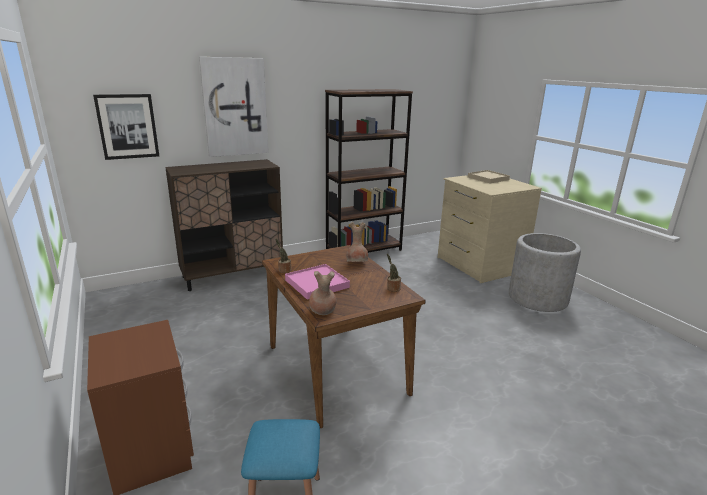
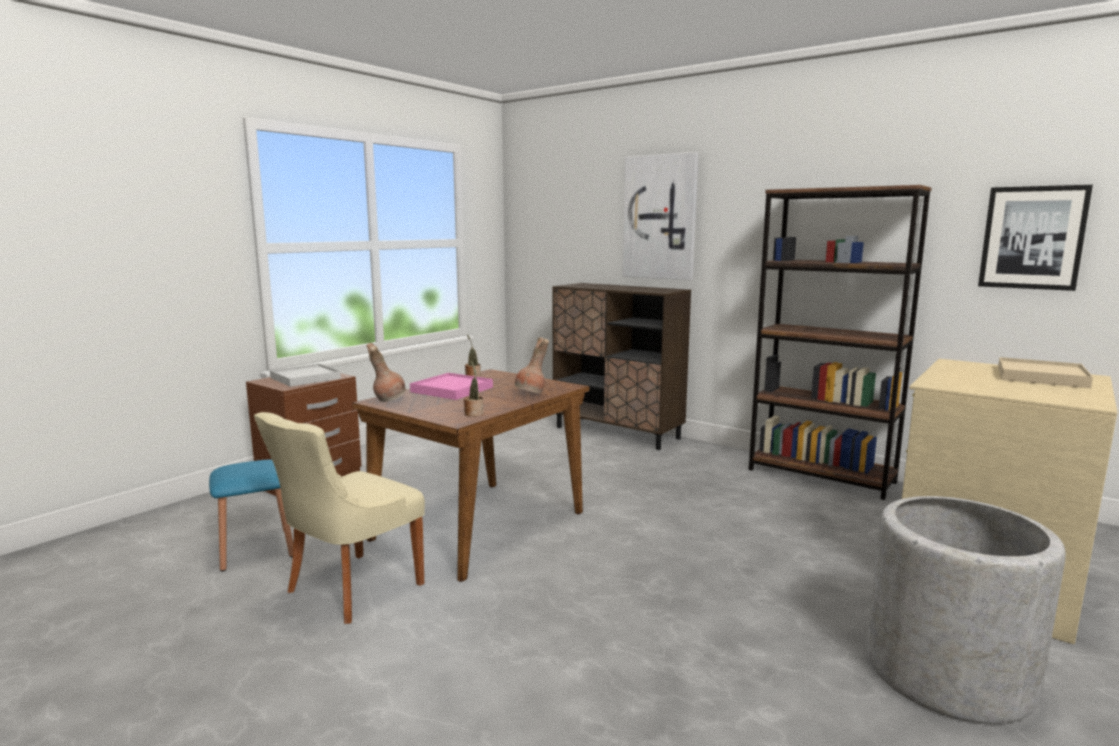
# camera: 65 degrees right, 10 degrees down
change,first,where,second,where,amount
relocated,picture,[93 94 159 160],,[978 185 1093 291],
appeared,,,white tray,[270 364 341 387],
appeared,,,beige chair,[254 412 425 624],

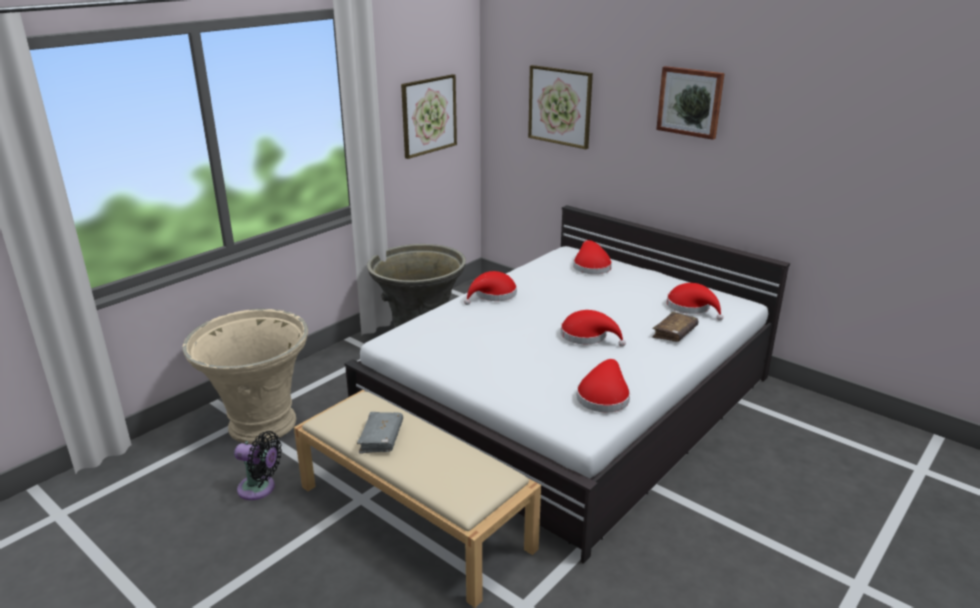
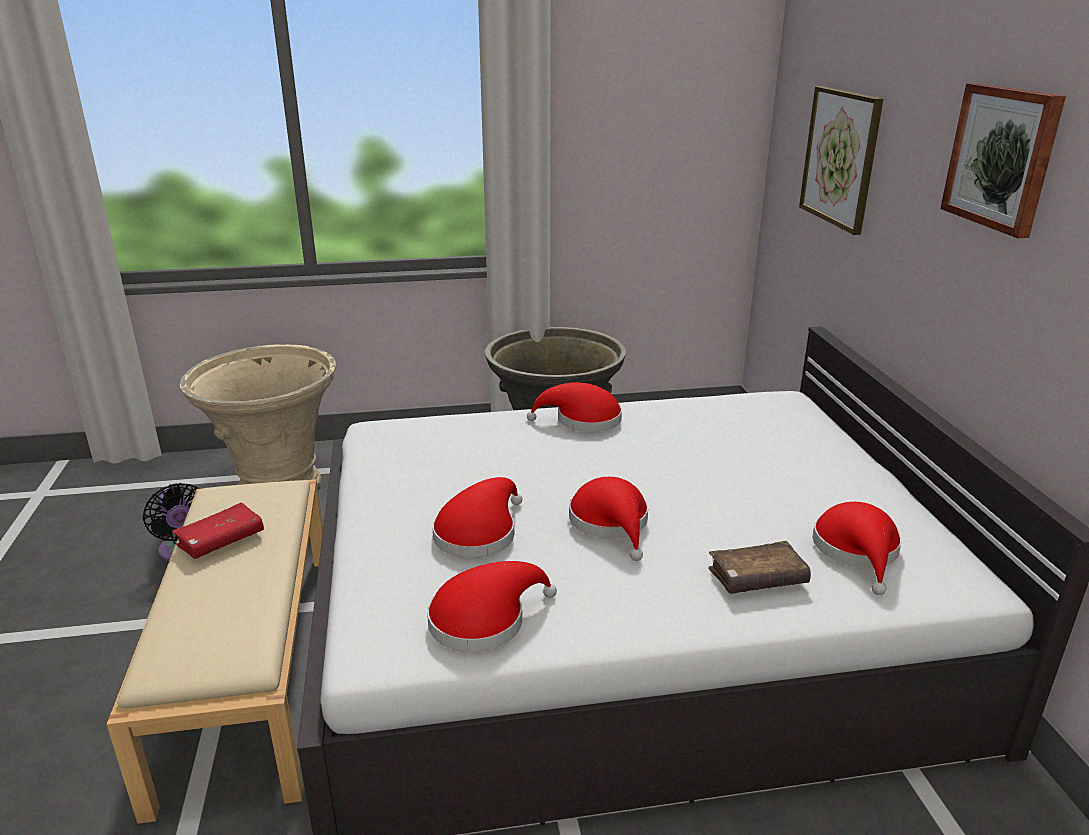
# camera: 40 degrees right, 0 degrees up
change,first,where,second,where,amount
missing,picture,[401 74 457 159],,,
relocated,red hat,[573 240 612 274],,[433 477 522 558],
colour,grey book,[357 412 403 453],red book,[172 502 264 559],

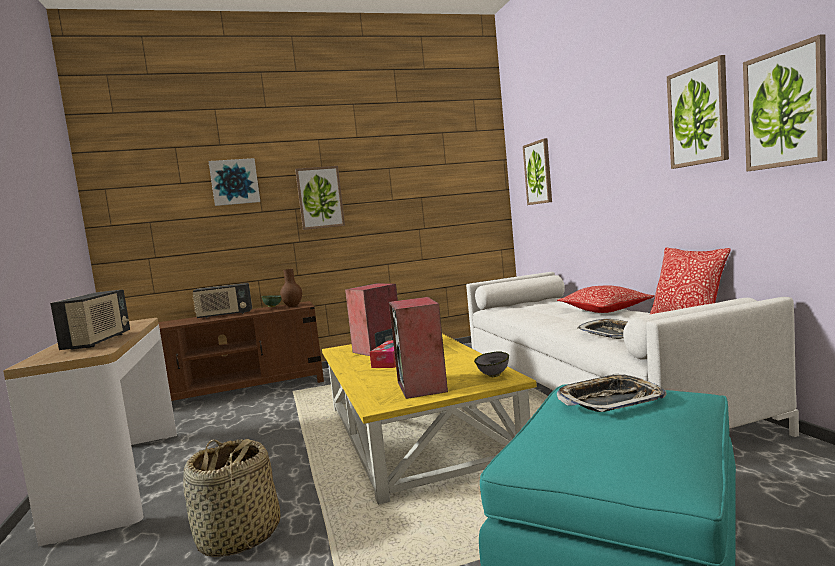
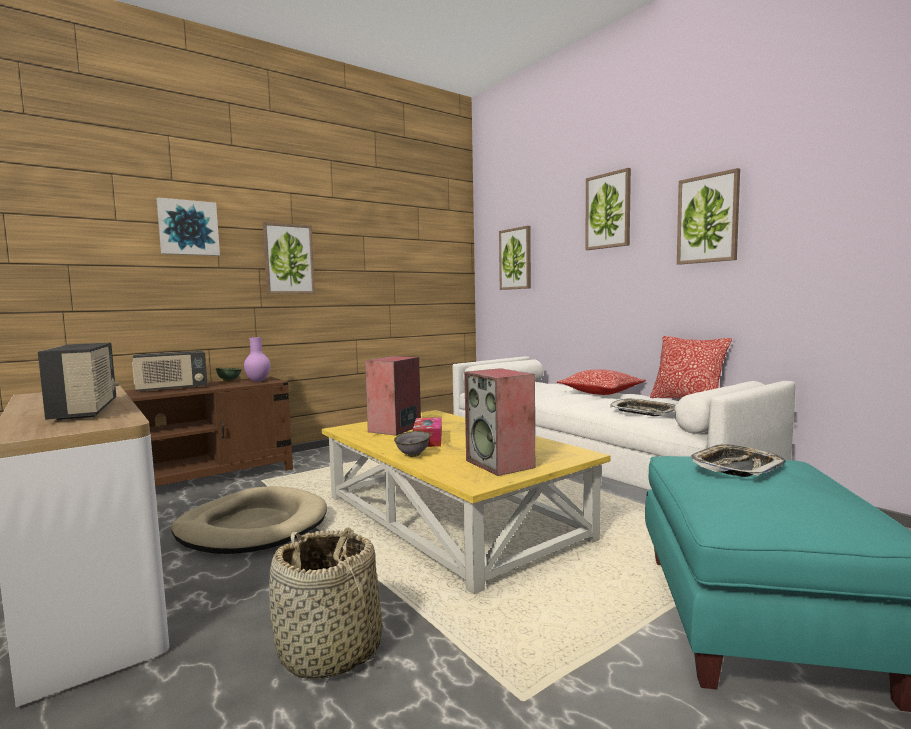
# camera: 20 degrees left, 0 degrees up
change,first,where,second,where,amount
relocated,picture,[743 34 827 171],,[585 168 631 250],
colour,brown vase,[280 269 302 307],purple vase,[244 337 271 382],
relocated,grey bowl,[474 351 509 377],,[394 431 430 457],
appeared,,,beige dog bed,[171 486 327 554],

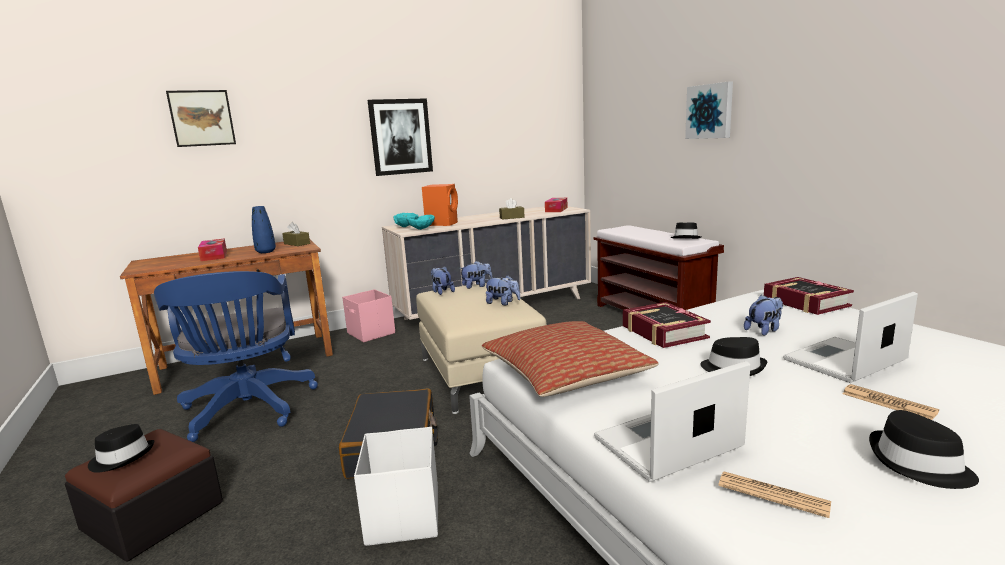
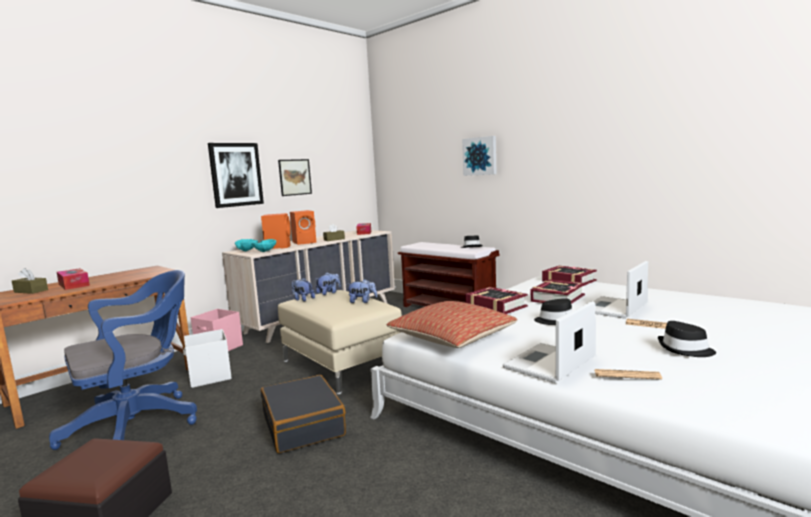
# camera: 20 degrees left, 5 degrees down
change,first,where,second,where,amount
relocated,picture,[166 90 236 147],,[278 159 312 196],
missing,blue vase,[252 206 276 253],,,
relocated,brown tissue box,[282 222 310 246],,[12 268 48 294],
spun,blue office chair,[154 271 318 442],,[49 270 197 450],90 degrees counterclockwise
exchanged,plush toy,[744 295 783 336],book,[531 280 585 304],
missing,black hat,[88 424 154 473],,,
relocated,white storage box,[354 427 438 546],,[183 329 232 388],
appeared,,,orange speaker,[290 210 317 245],

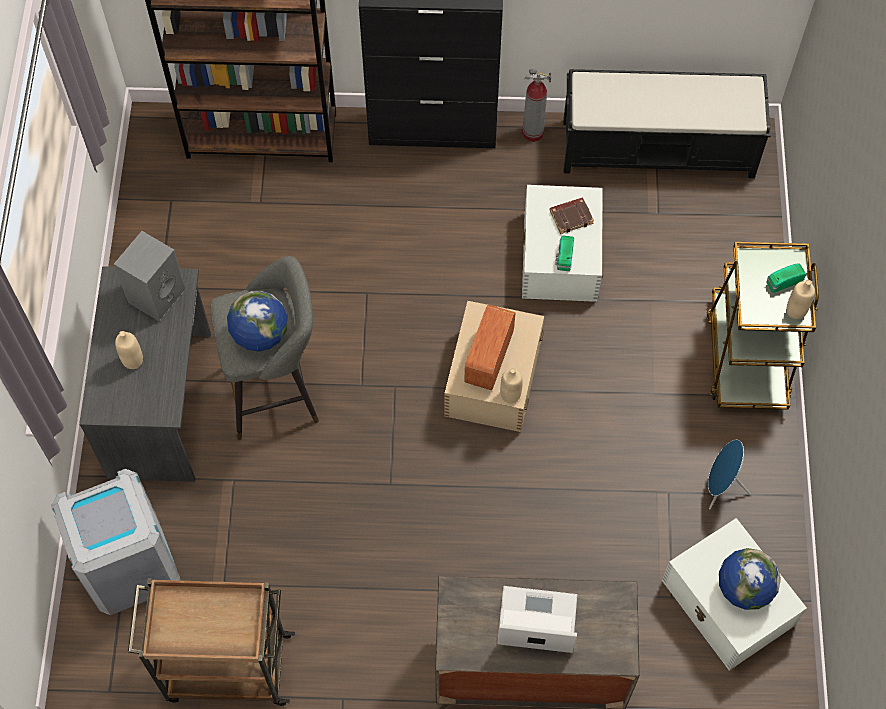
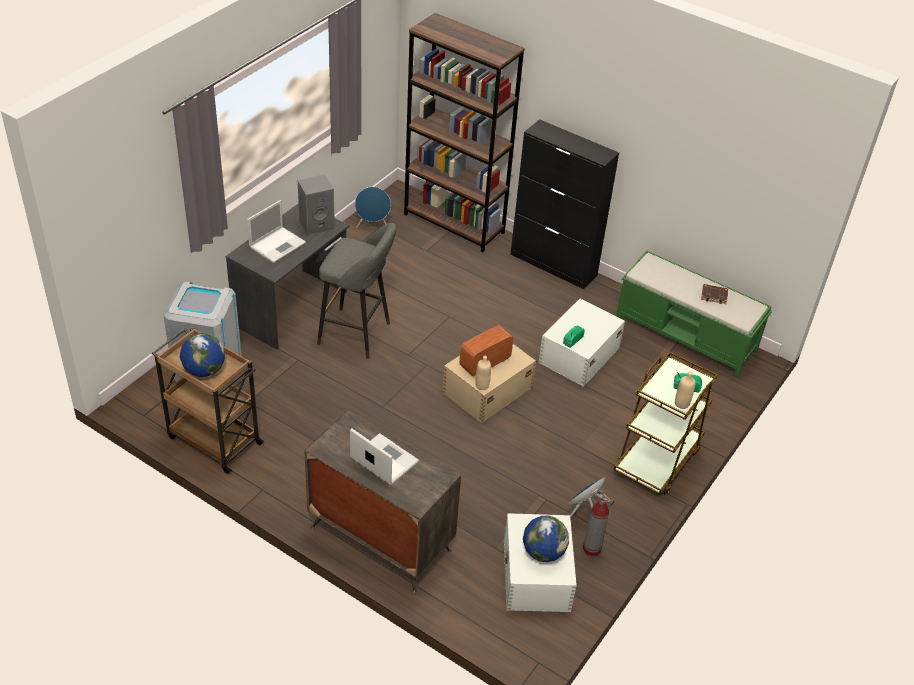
# camera: 30 degrees right, 20 degrees down
change,first,where,second,where,amount
relocated,fire extinguisher,[522 69 551 142],,[583 489 614 556],
colour,black bench,[563 69 771 178],green bench,[616 251 772 378],
relocated,brown book,[550 197 594 234],,[701 284 728 304],
relocated,globe,[227 291 288 351],,[180 333 225 377],
exchanged,beige bottle,[115 331 143 369],laptop,[247 200 306 263],
appeared,,,blue speaker,[355 187 391 227],

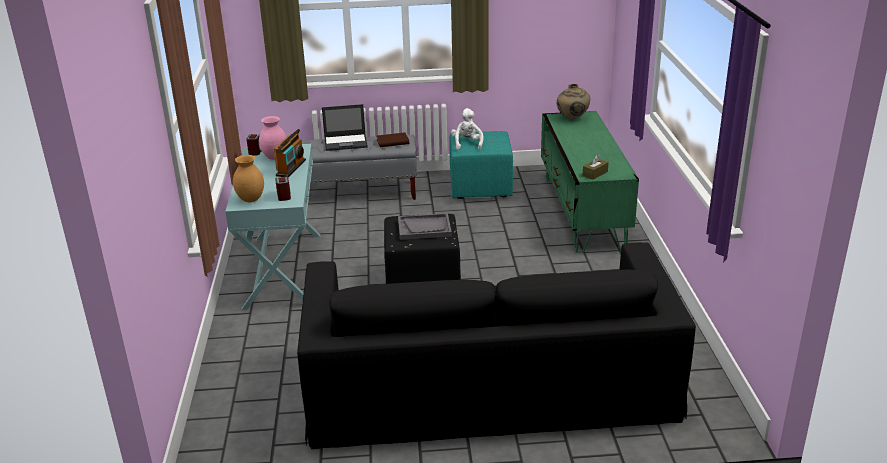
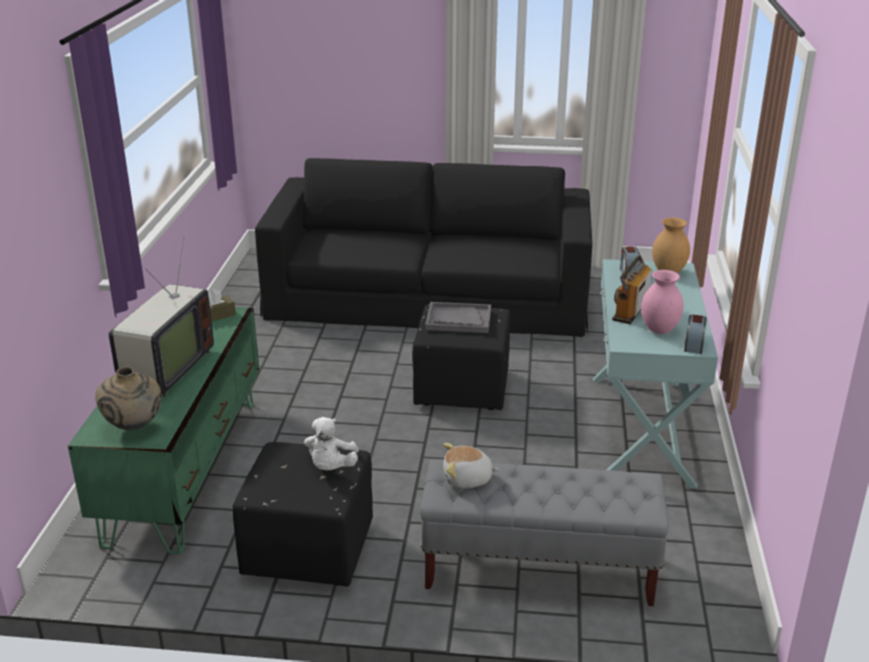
# camera: 170 degrees left, 0 degrees up
change,first,where,second,where,amount
missing,laptop,[322 104 368 151],,,
colour,turquoise ottoman,[449 131 513 199],black ottoman,[233 442 373 586],
exchanged,brown book,[376 132 409 147],plush toy,[443 443 499 488],
appeared,,,television,[109 237 214 397],

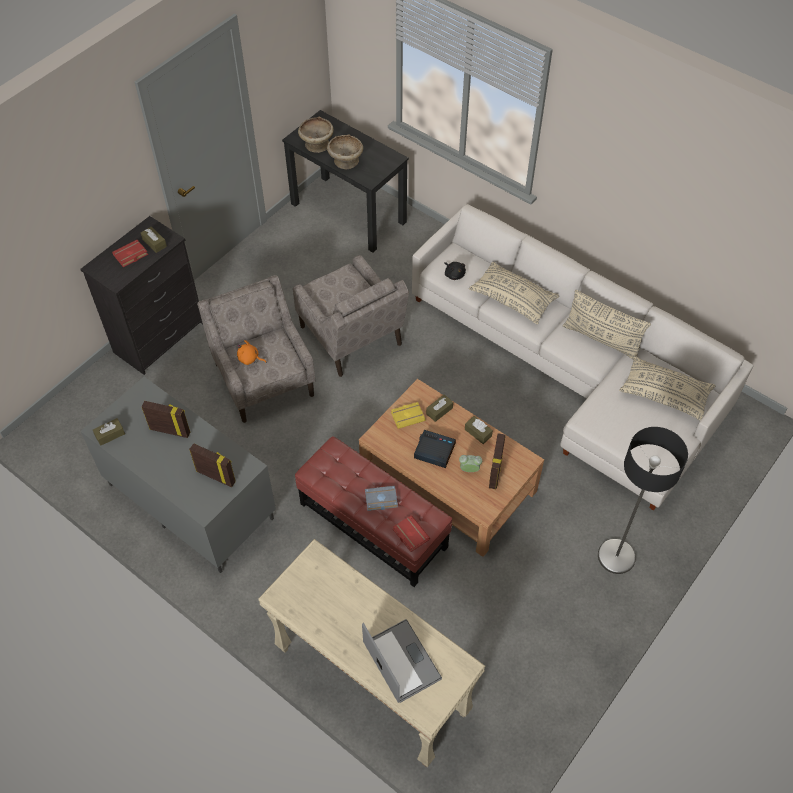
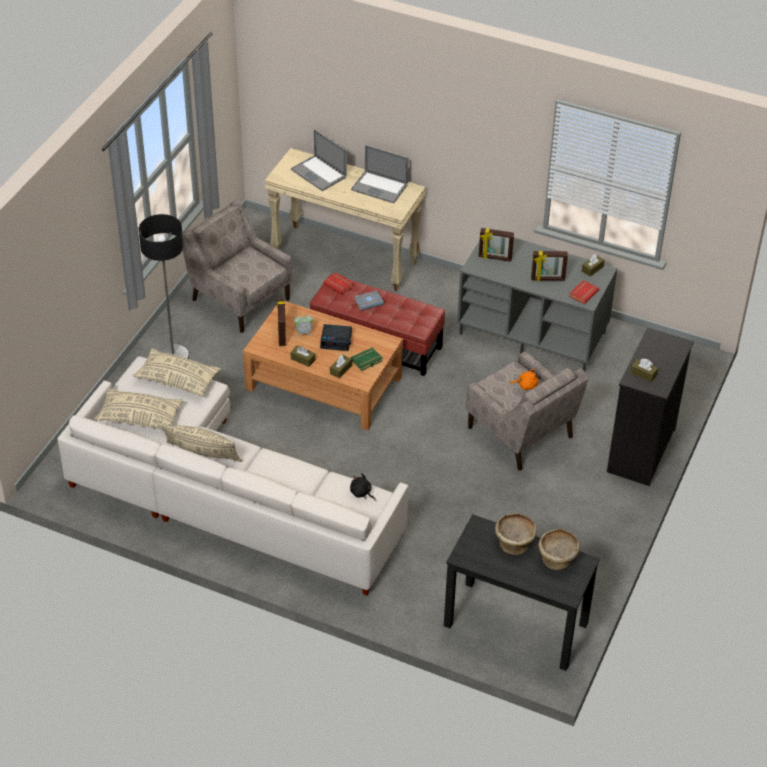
# camera: 165 degrees right, 10 degrees down
change,first,where,second,where,amount
relocated,red book,[112 240 148 267],,[569 280 599 304],
relocated,beige armchair,[293 255 409 377],,[183 200 292 333],
relocated,beige pillow,[469 261 559 324],,[133 348 221 397],
colour,yellow book,[391 402 425 429],green book,[351 347 383 371],
appeared,,,laptop,[351 145 409 203],

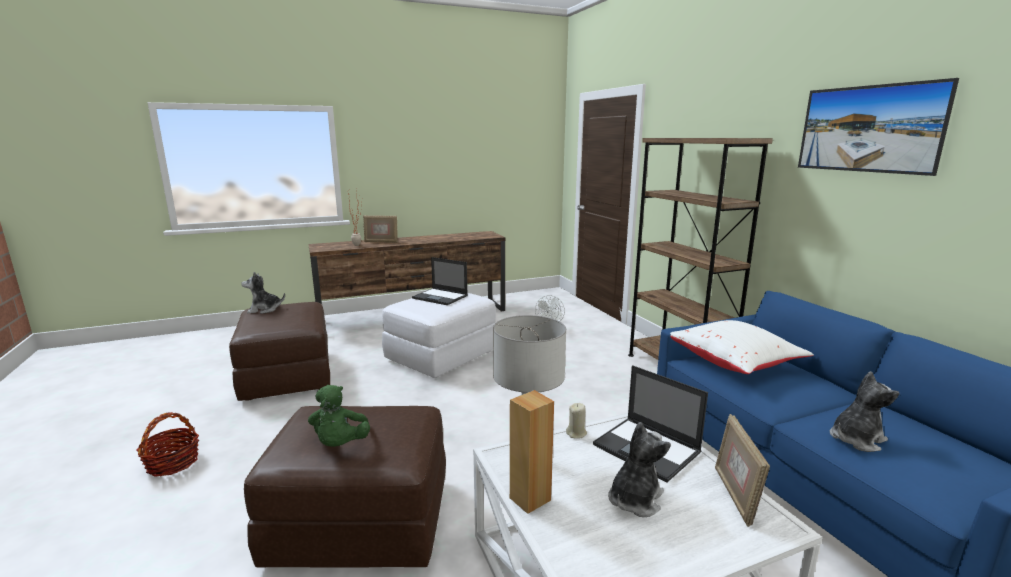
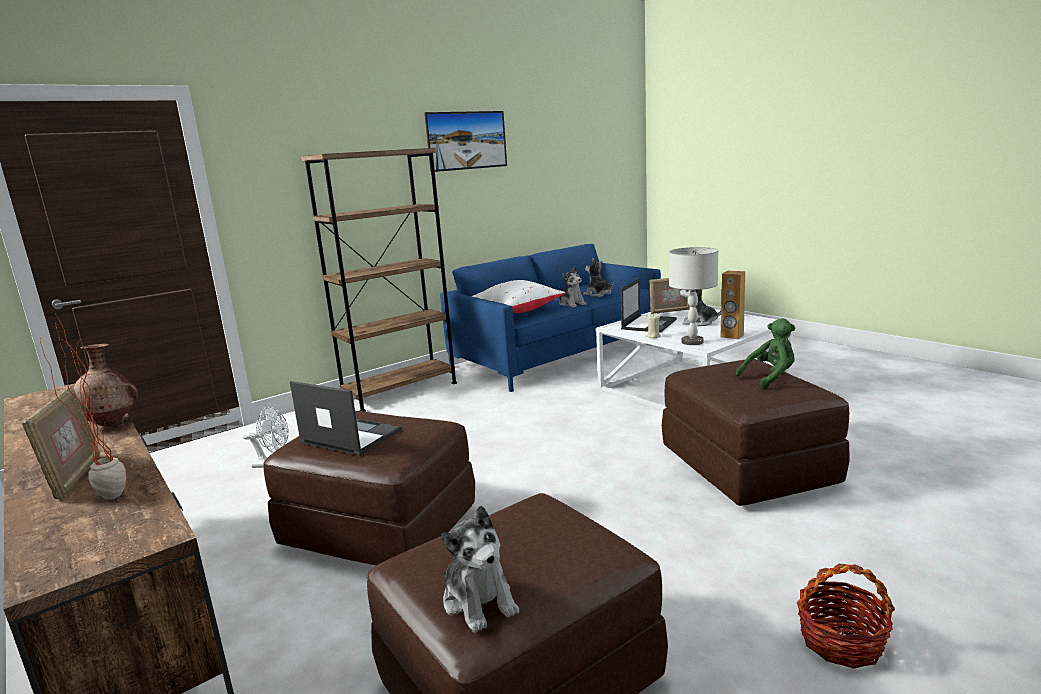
# camera: 105 degrees left, 0 degrees up
change,first,where,second,where,amount
spun,laptop,[412 257 468 305],,[290 381 402 456],75 degrees counterclockwise
colour,white ottoman,[382 293 496 378],brown ottoman,[263 411 475 566],
appeared,,,plush toy,[559 266 587 308],
appeared,,,brown vase,[73 344 140 426],

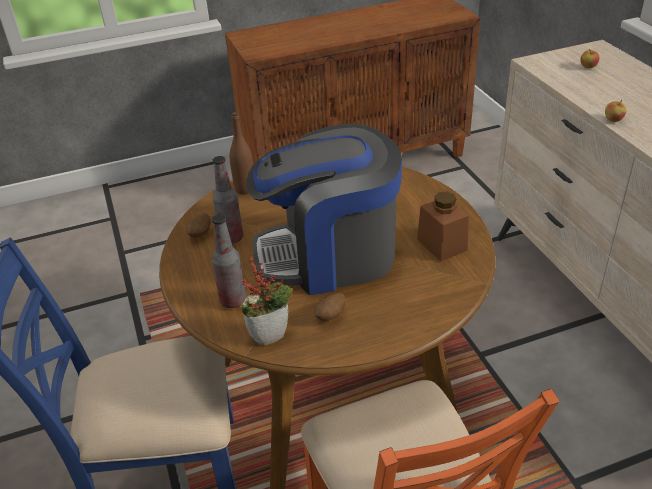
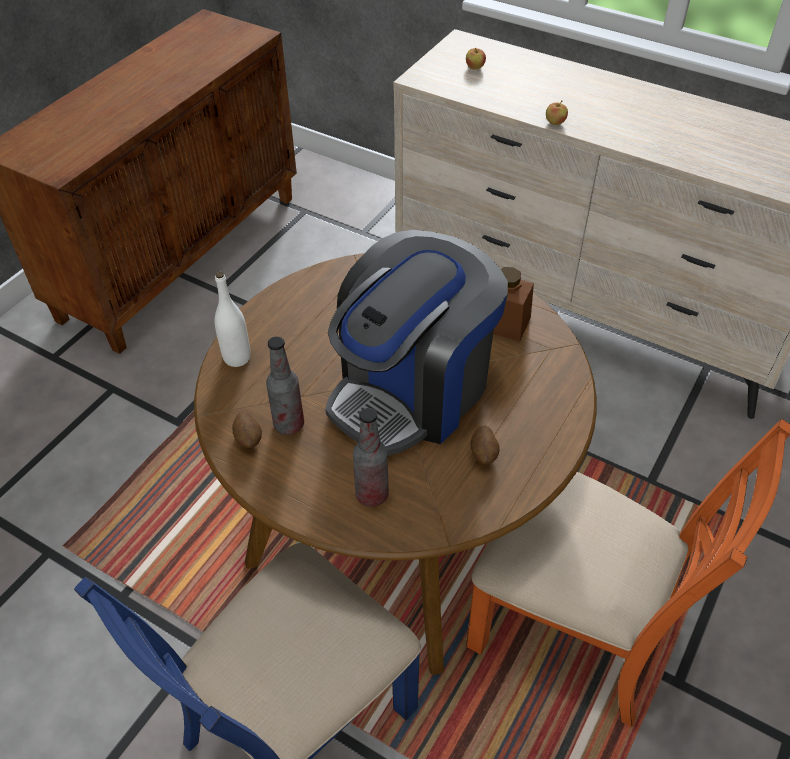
# camera: 40 degrees left, 10 degrees up
change,first,where,second,where,amount
colour,brown bottle,[229 112 253 195],white bottle,[214 271 251 367],
missing,potted plant,[240 255 293 345],,,

